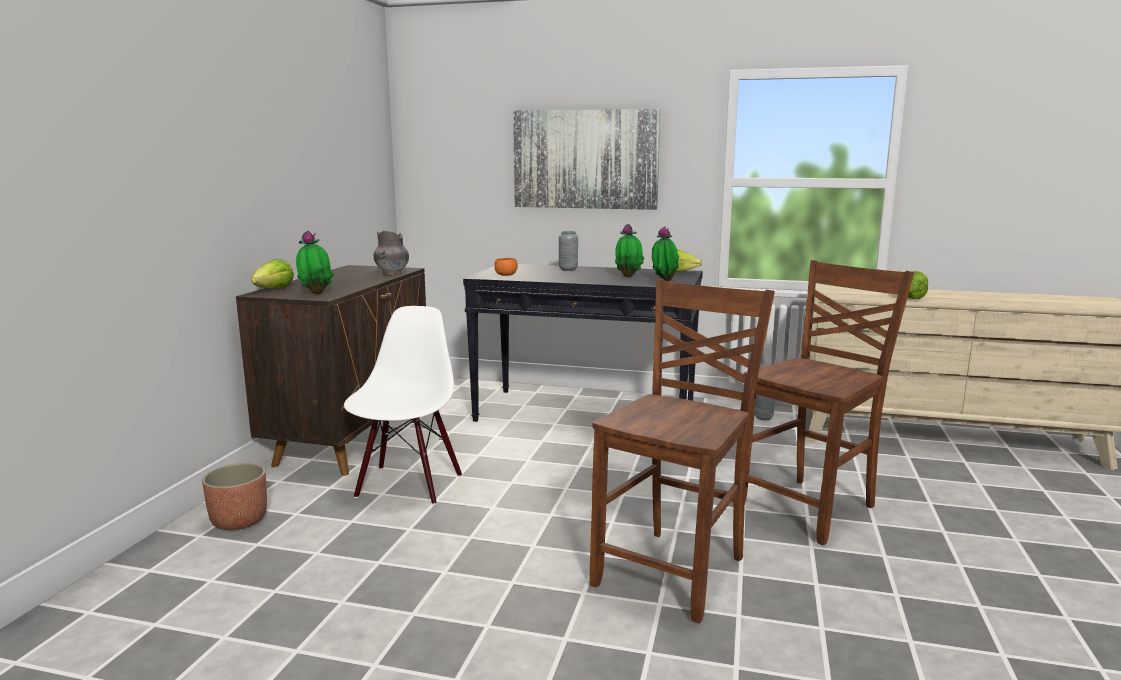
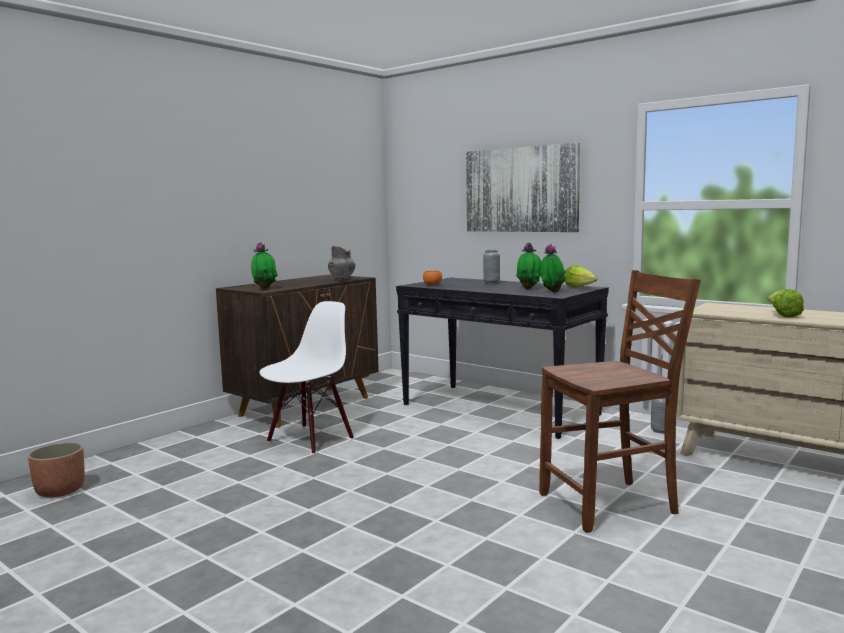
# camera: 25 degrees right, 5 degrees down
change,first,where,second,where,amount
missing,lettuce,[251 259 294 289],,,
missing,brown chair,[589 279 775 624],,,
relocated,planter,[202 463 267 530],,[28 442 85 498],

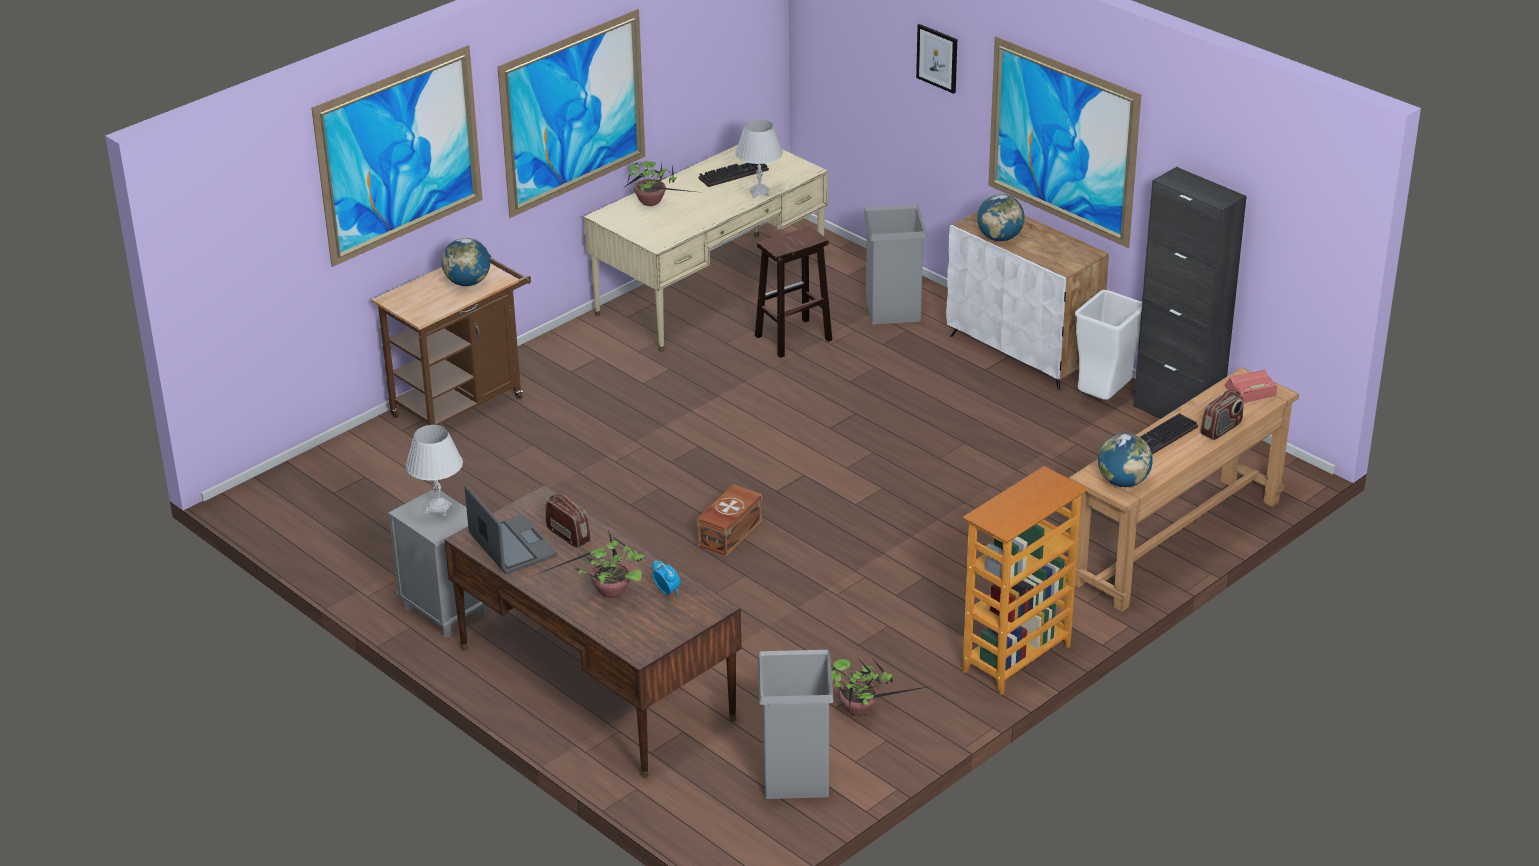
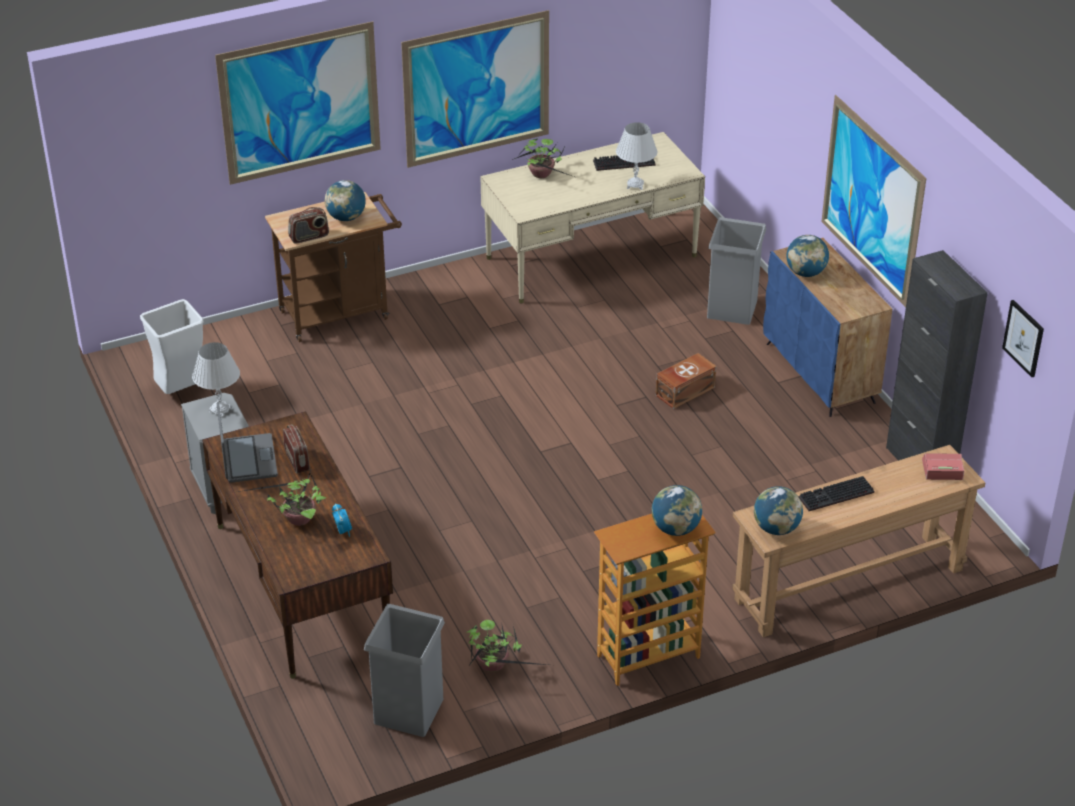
# camera: 20 degrees right, 5 degrees up
change,first,where,second,where,amount
relocated,picture,[916 24 957 94],,[1002 300 1044 377],
colour,white cabinet,[946 211 1109 390],blue cabinet,[763 238 892 417],
missing,brown stool,[755 226 832 358],,,
relocated,white trash can,[1075 290 1142 400],,[140 299 204 394],
relocated,radio,[1201 389 1244 440],,[288 207 329 243],
relocated,brown storage box,[697 484 763 556],,[655 353 716 409],
appeared,,,globe,[652 485 702 536],

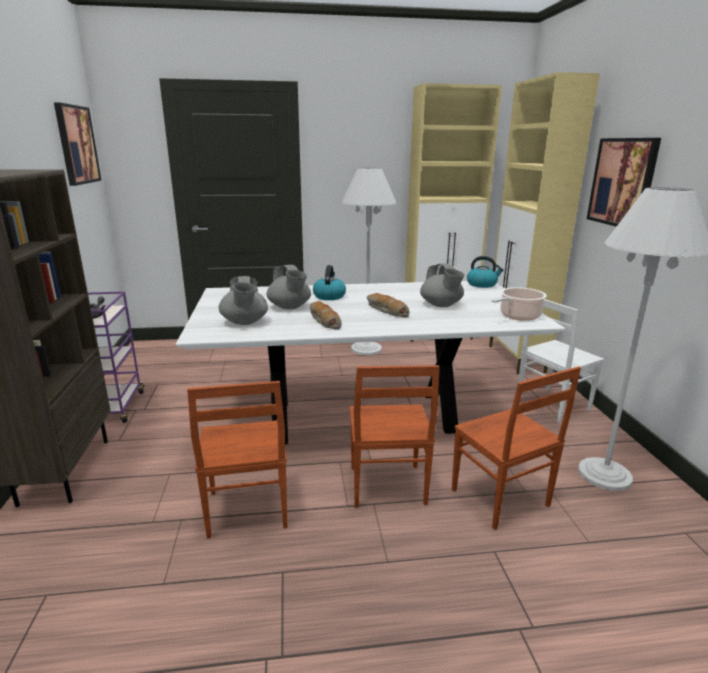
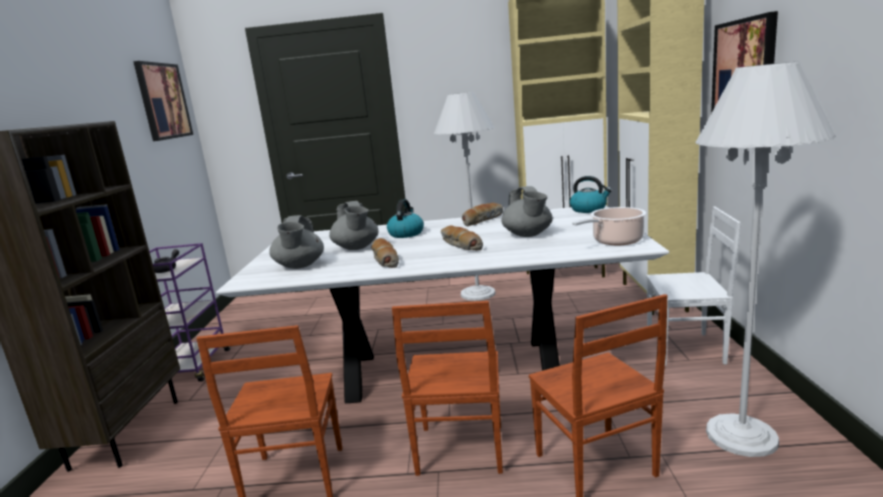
# camera: 10 degrees right, 5 degrees down
change,first,where,second,where,amount
spun,white chair,[518 299 604 423],,[646 206 741 366],150 degrees counterclockwise
appeared,,,bread,[462 203 503 226],

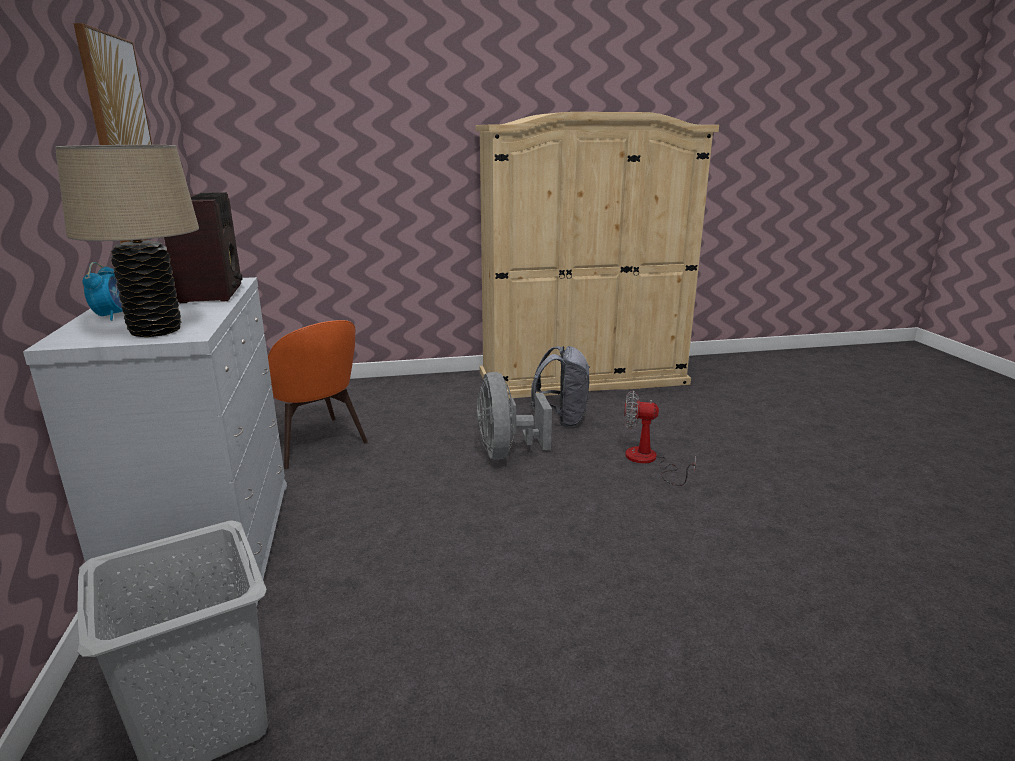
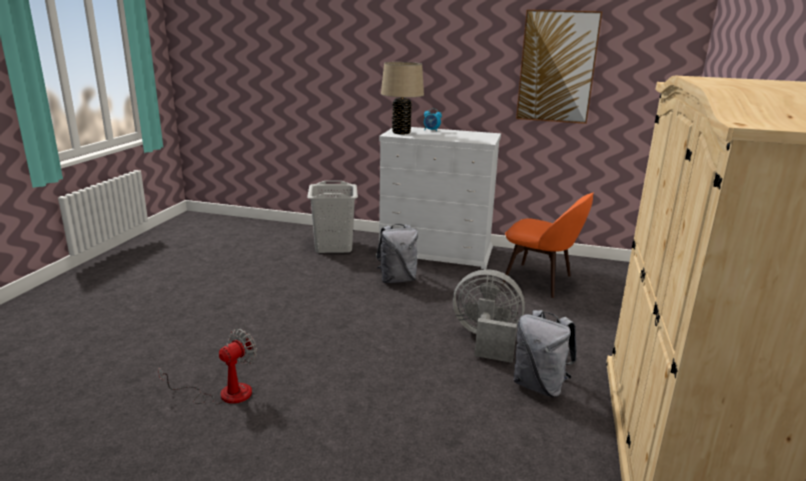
# camera: 115 degrees right, 0 degrees up
change,first,where,second,where,amount
missing,radio,[164 192 242 303],,,
spun,orange chair,[268 320 368 469],,[501 193 594 298],135 degrees counterclockwise
relocated,fan,[624 390 696 486],,[158 329 257 405],
appeared,,,grey backpack,[376 224 418 283],

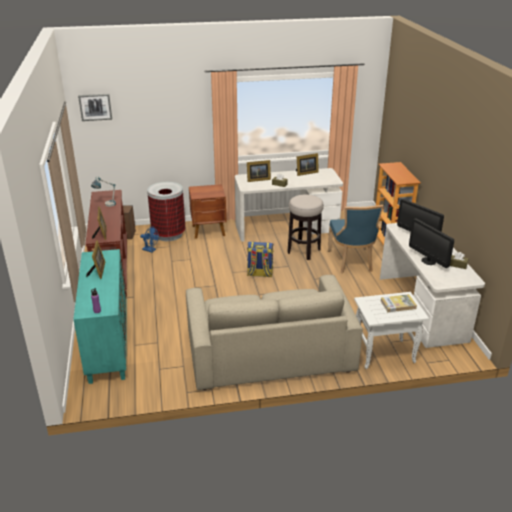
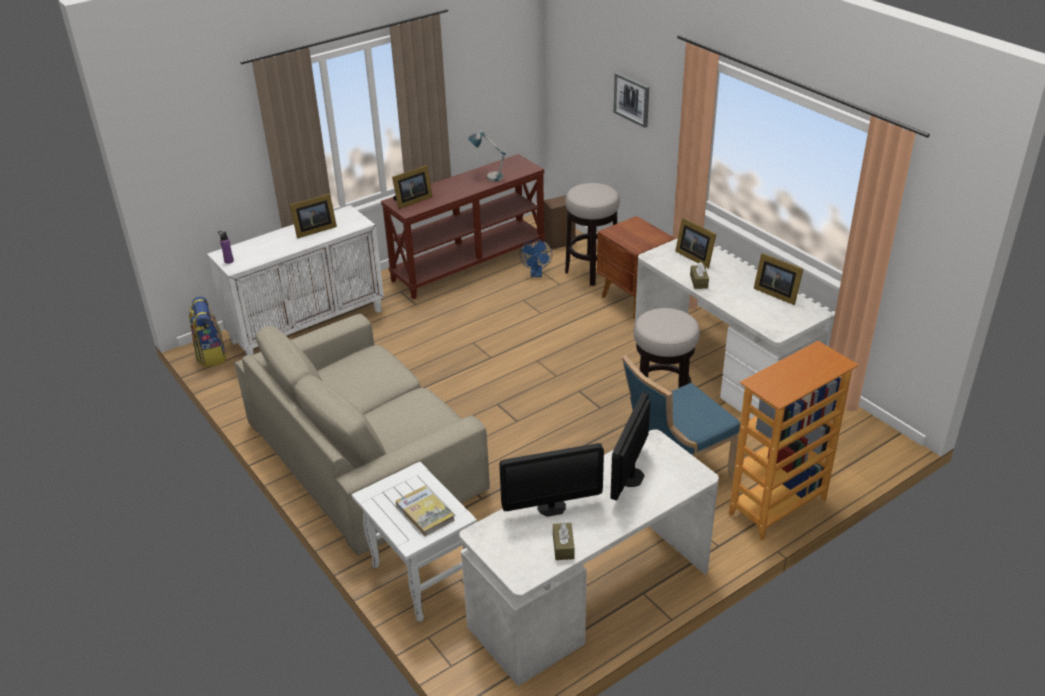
# camera: 65 degrees right, 5 degrees up
change,first,where,second,where,amount
relocated,picture,[78 94 112 121],,[614 72 649 128],
exchanged,trash can,[147 182 185 241],stool,[565 183 620 286],
spun,monitor,[409 218 454 268],,[499 443 604 517],135 degrees counterclockwise
relocated,backpack,[247 242 273 277],,[189 296 226 367],
colour,turquoise cabinet,[73 249 127 384],white cabinet,[207 205 384 356],

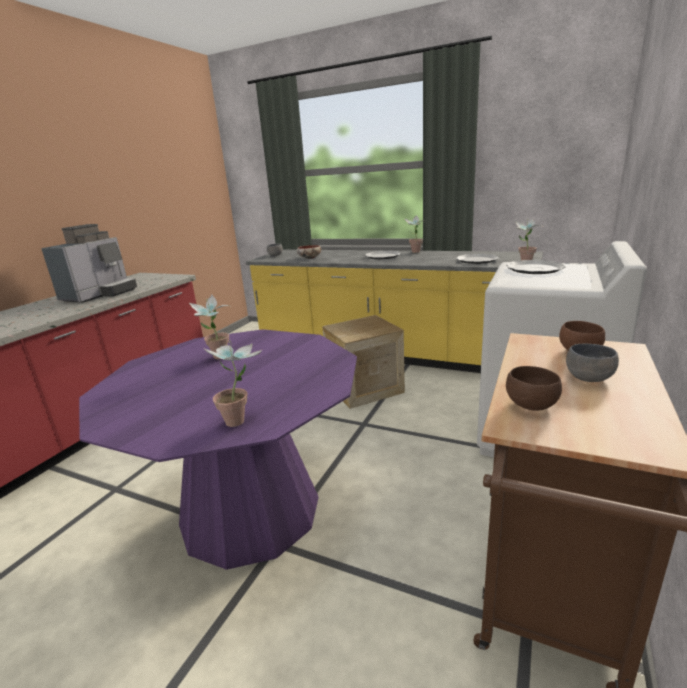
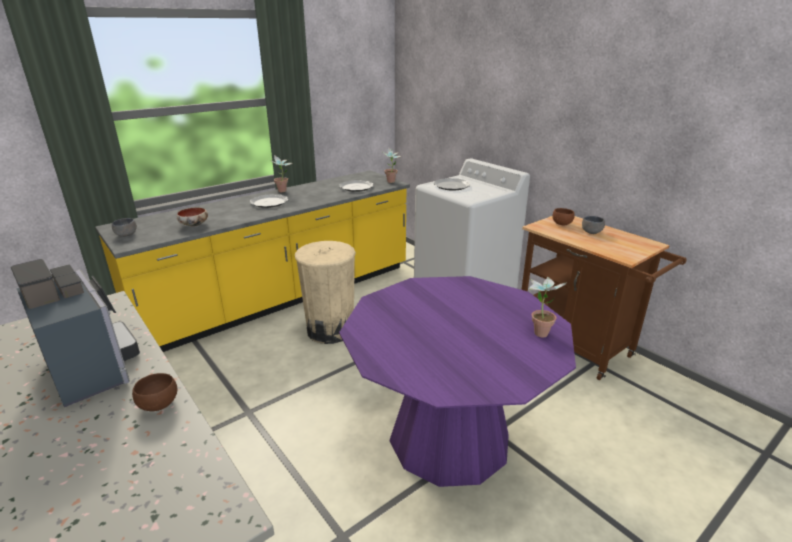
# camera: 65 degrees left, 5 degrees up
change,first,where,second,where,amount
missing,potted plant,[189 295 229 359],,,
exchanged,crate,[322 315 405 409],beige trash can,[295 241 356 344],
relocated,brown bowl,[506 366 562 411],,[132 373 177 411],

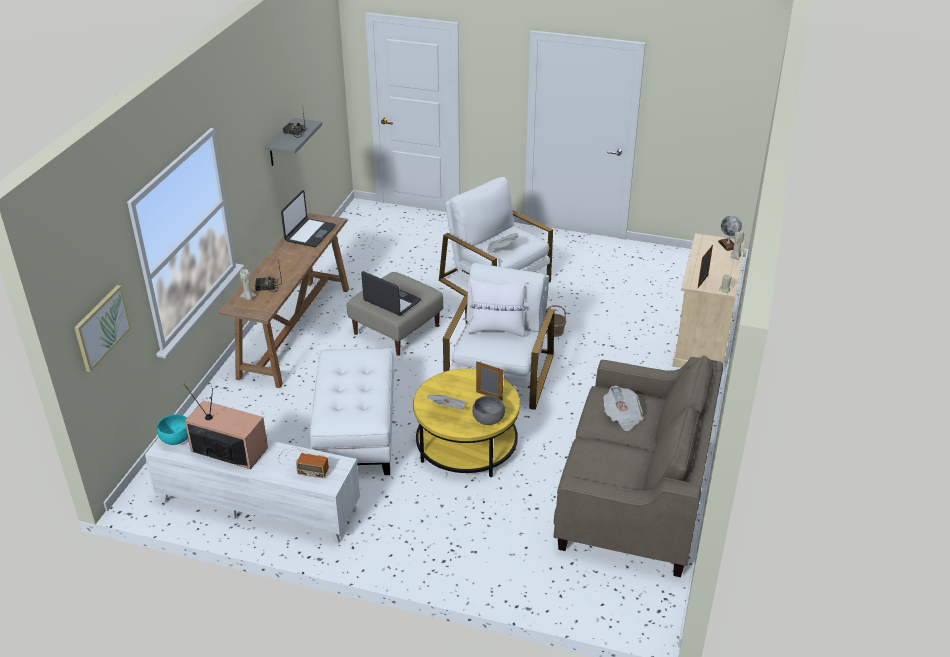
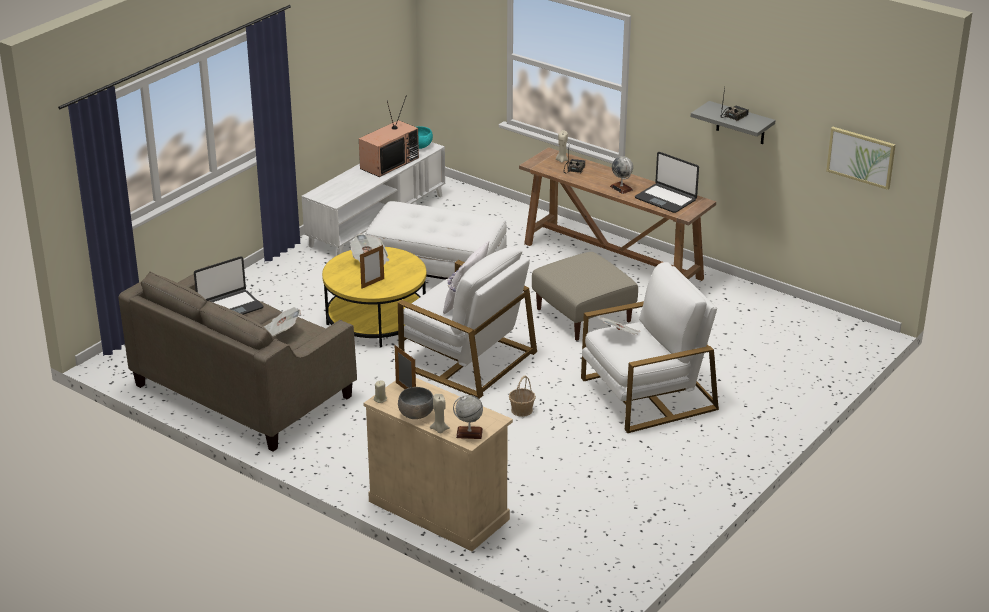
# camera: 110 degrees right, 5 degrees down
change,first,where,second,where,amount
relocated,laptop,[361 271 421 316],,[194 256 263 315],
relocated,picture,[74 285 131 372],,[826 127 896 190],
relocated,grey bowl,[472 396 505 425],,[398 387 434 419],
missing,radio,[278 447 329 478],,,
appeared,,,globe,[610 156 633 194],

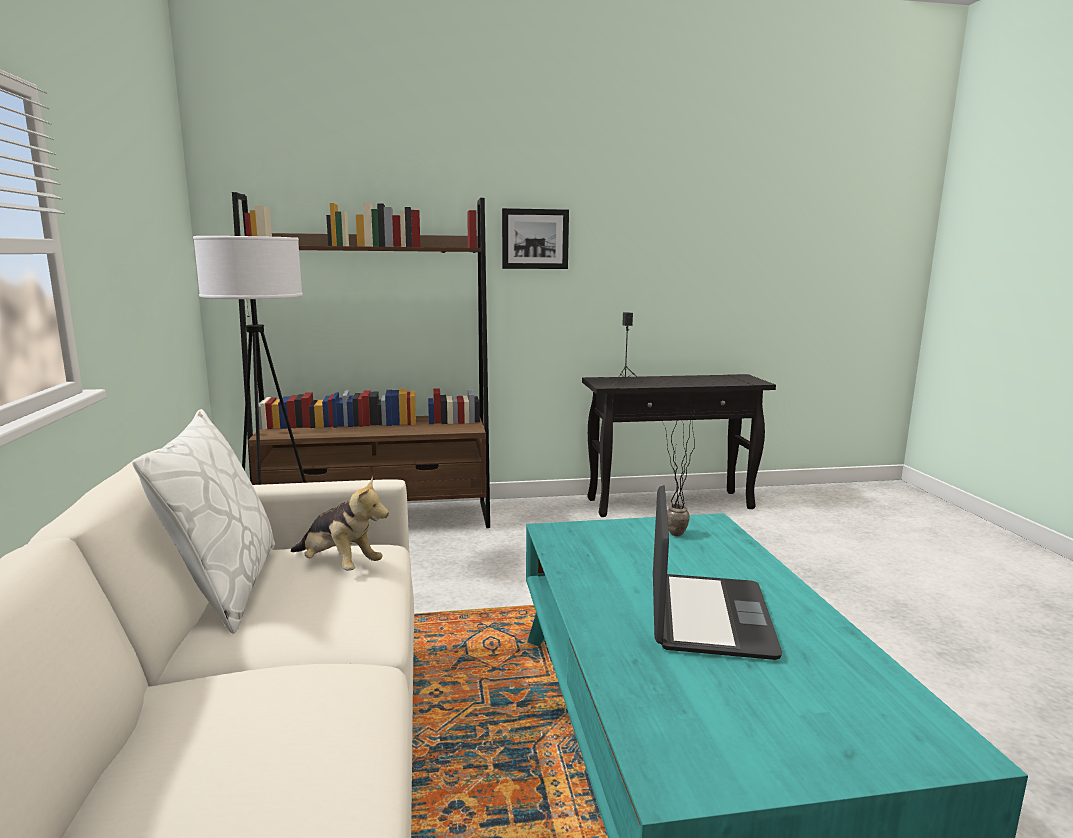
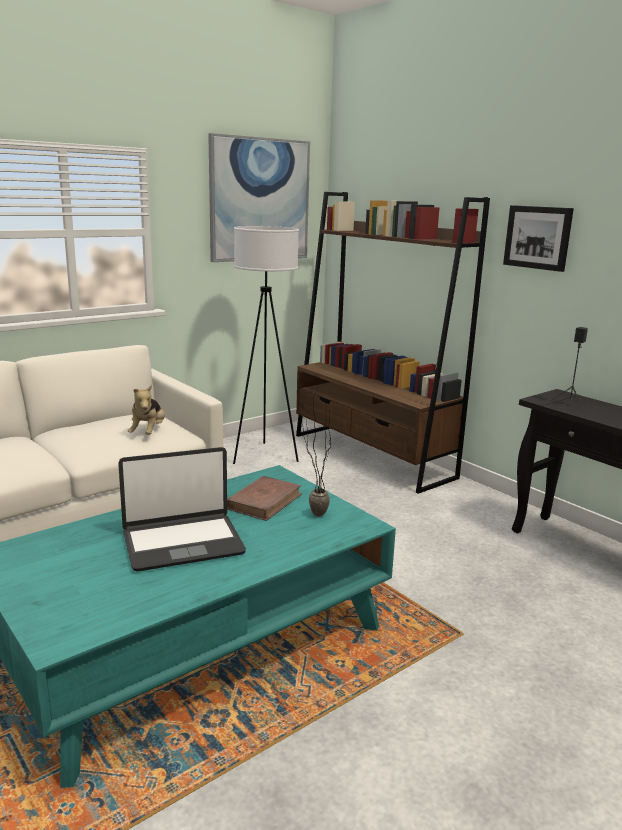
# camera: 60 degrees right, 5 degrees up
change,first,where,second,where,amount
missing,white pillow,[132 409 275 634],,,
appeared,,,picture,[208 133 310 262],
appeared,,,brown book,[227 476 302 521],

